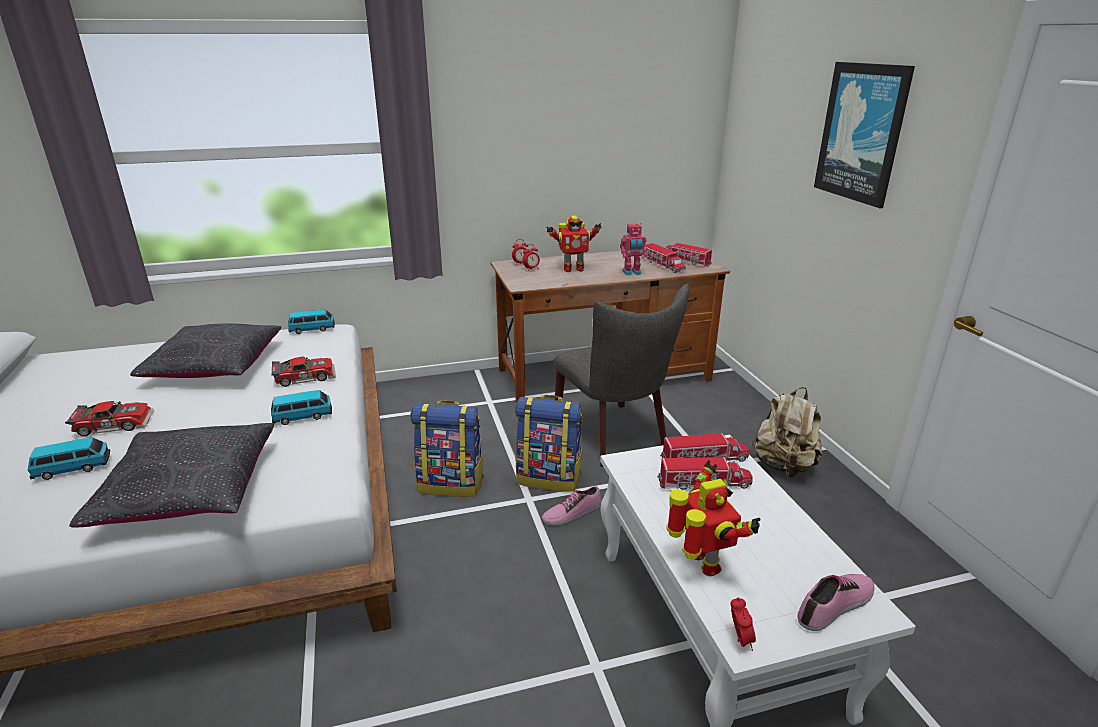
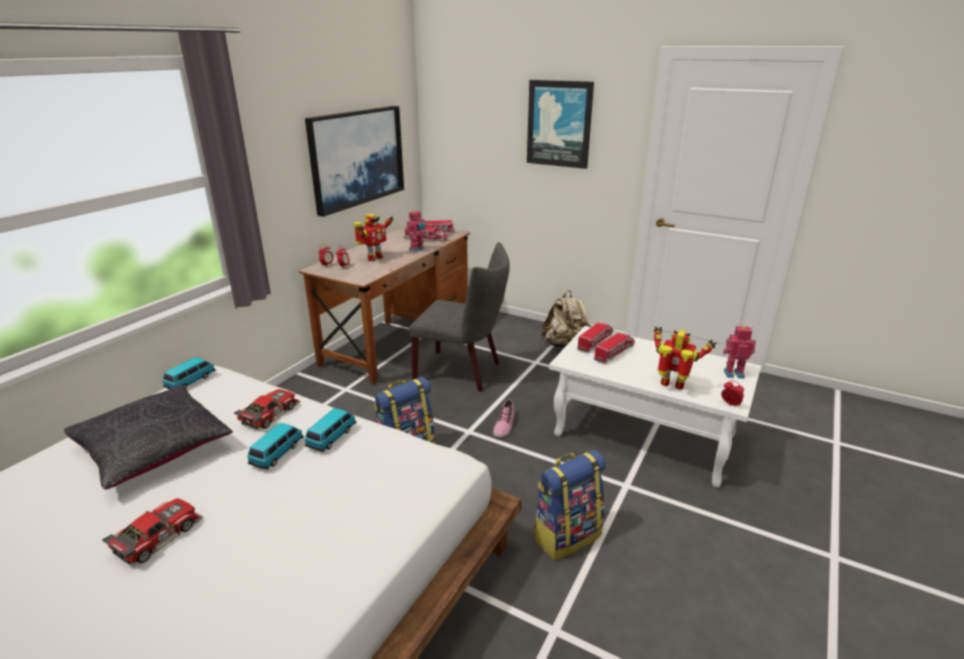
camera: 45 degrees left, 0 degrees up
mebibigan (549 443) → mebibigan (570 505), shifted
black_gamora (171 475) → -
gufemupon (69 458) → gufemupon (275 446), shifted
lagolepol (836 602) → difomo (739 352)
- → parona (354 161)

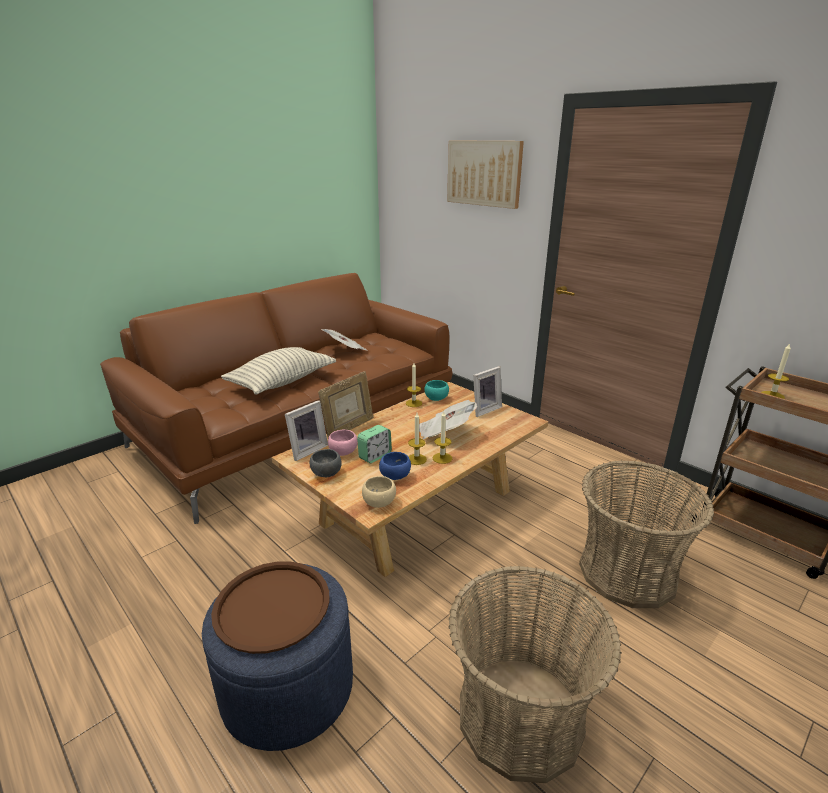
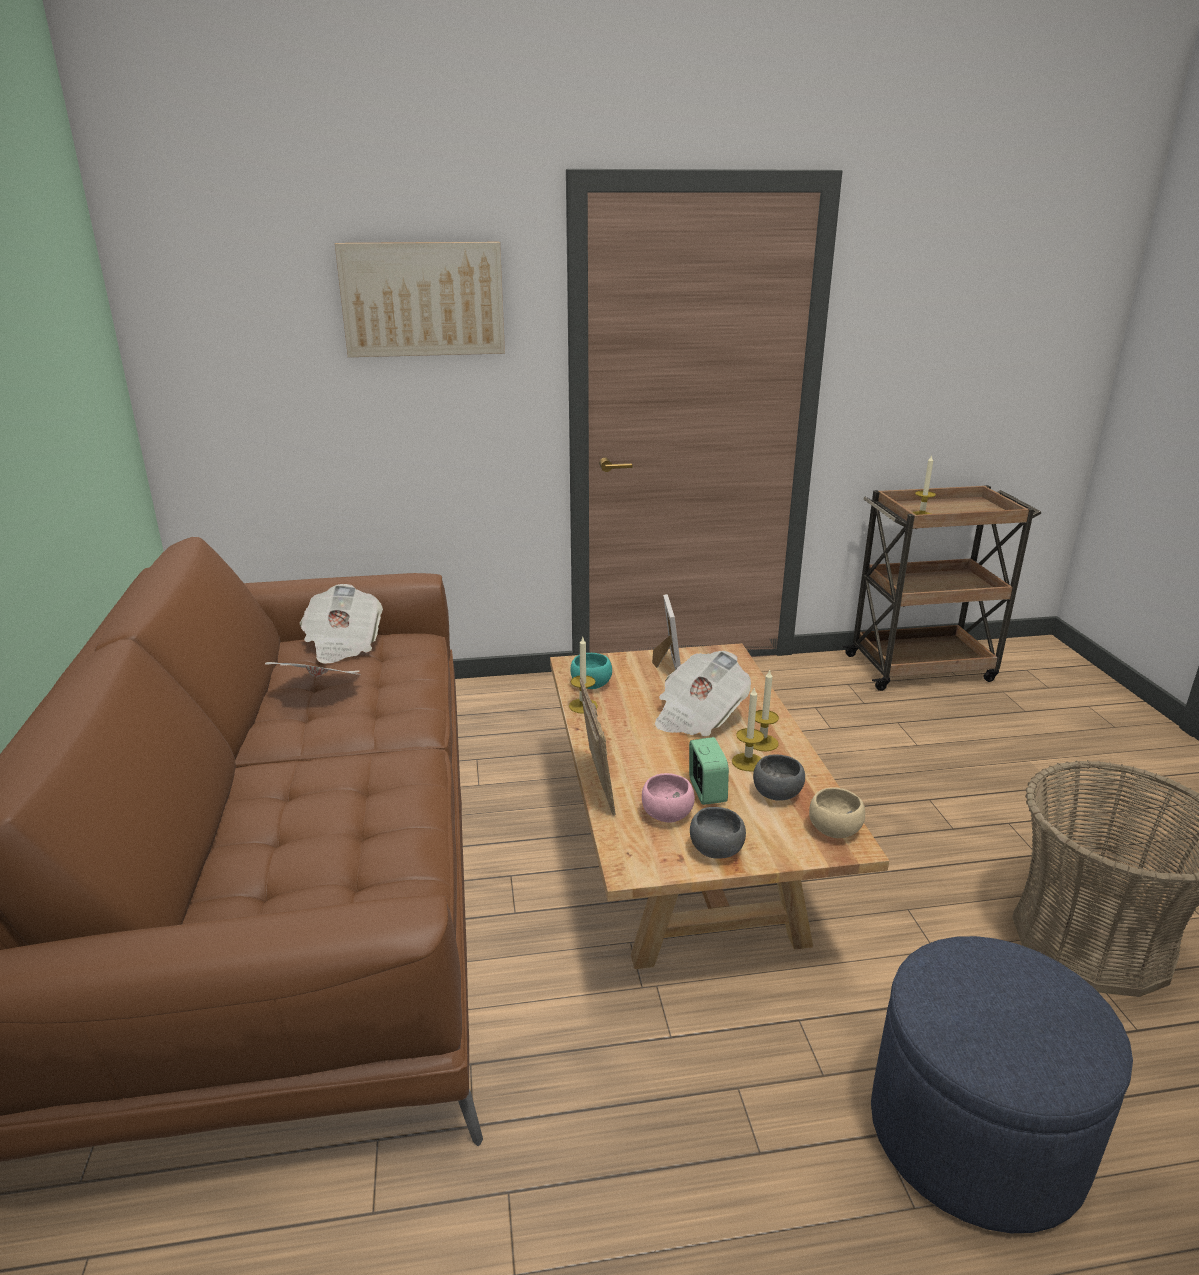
camera: 55 degrees left, 0 degrees up
gamora (278 371) → -
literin (306 430) → -
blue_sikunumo (395 466) → grey_sikunumo (779 777)
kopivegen (646 534) → -
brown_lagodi (270 607) → -
- → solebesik (341 624)

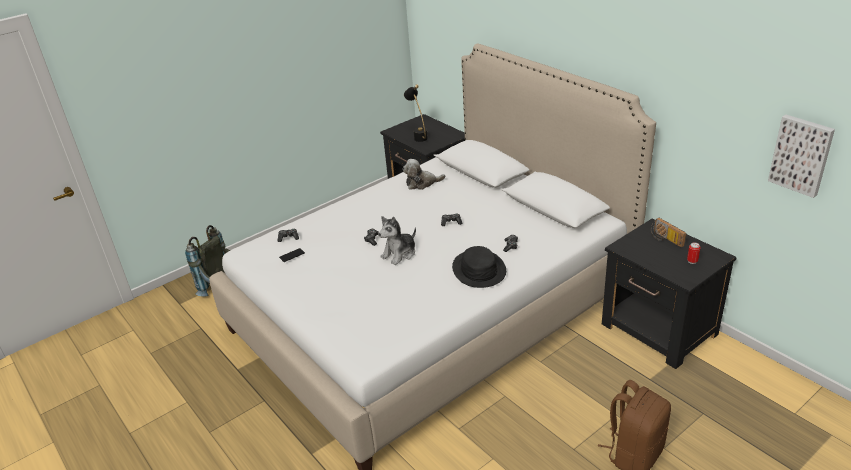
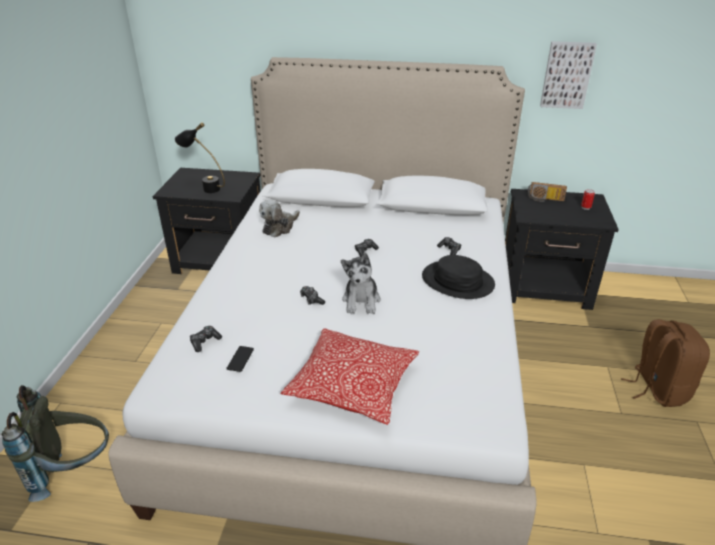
camera: 45 degrees left, 0 degrees up
parona (801 156) → parona (568 75), shifted
- → gamora (350 376)

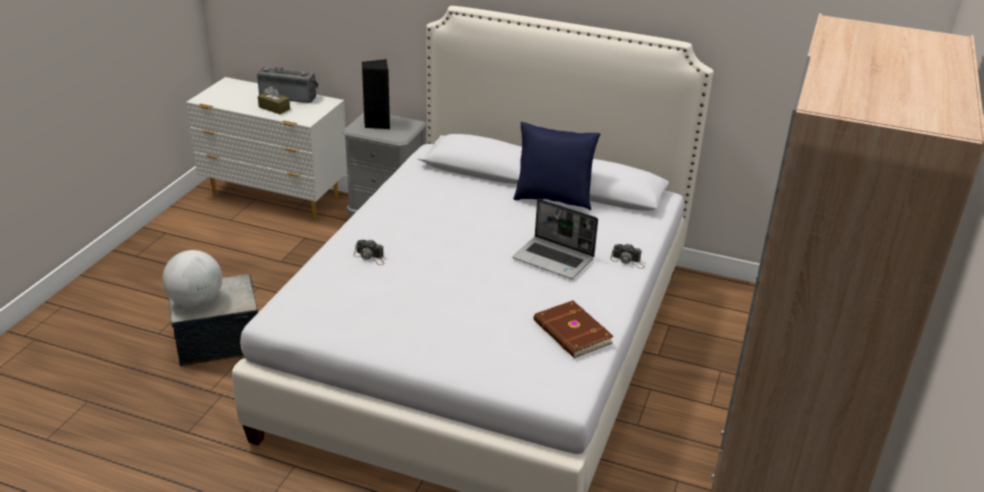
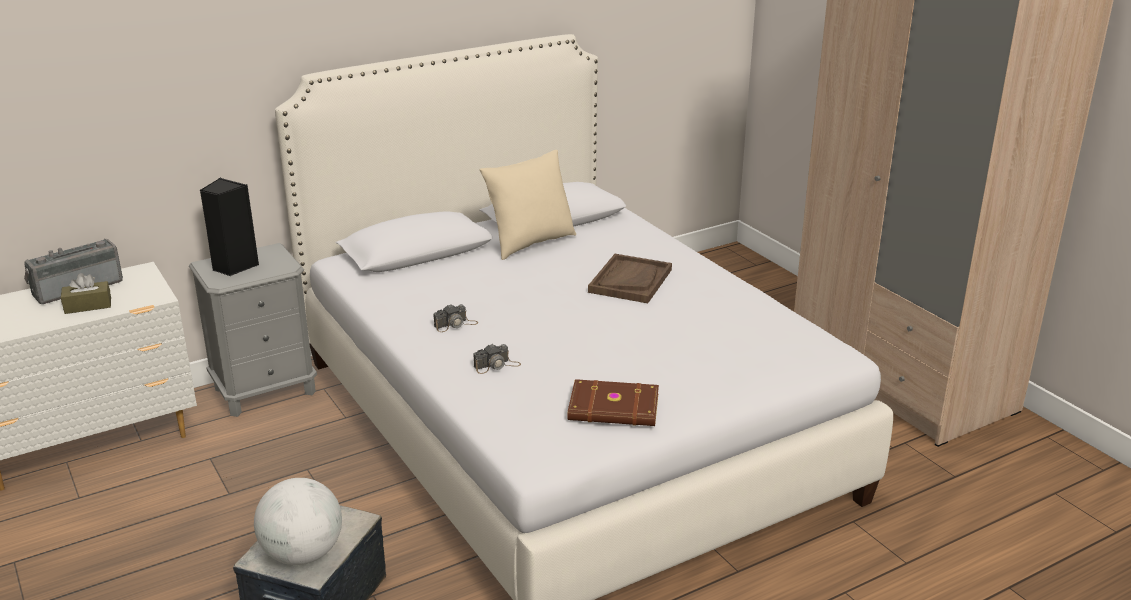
camera: 50 degrees left, 5 degrees down
blue_gamora (556 166) → beige_gamora (527 205)
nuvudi (555 239) → brown_lagodi (630 278)
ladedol (627 256) → ladedol (456 318), shifted
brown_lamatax (574 329) → brown_lamatax (613 402), shifted

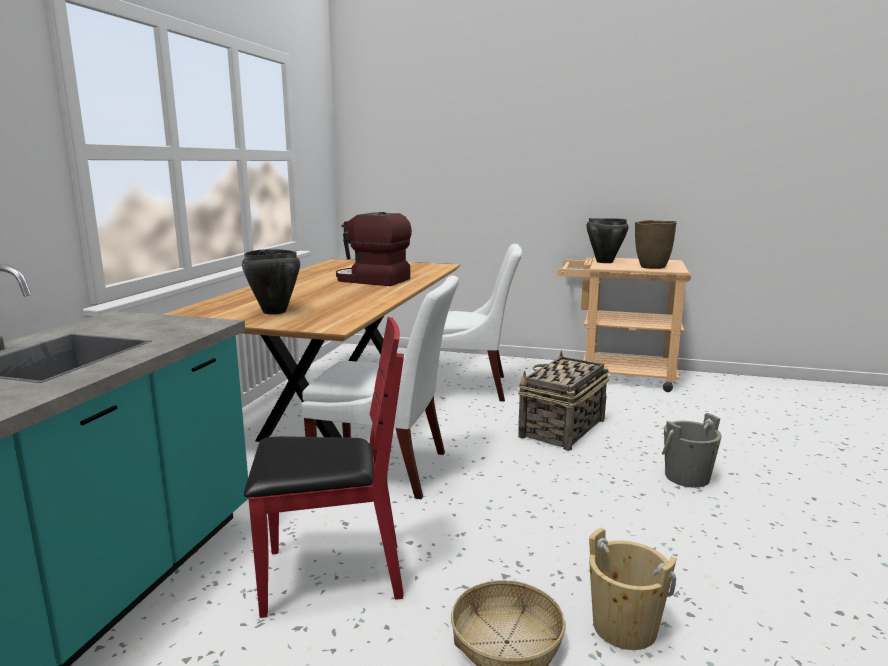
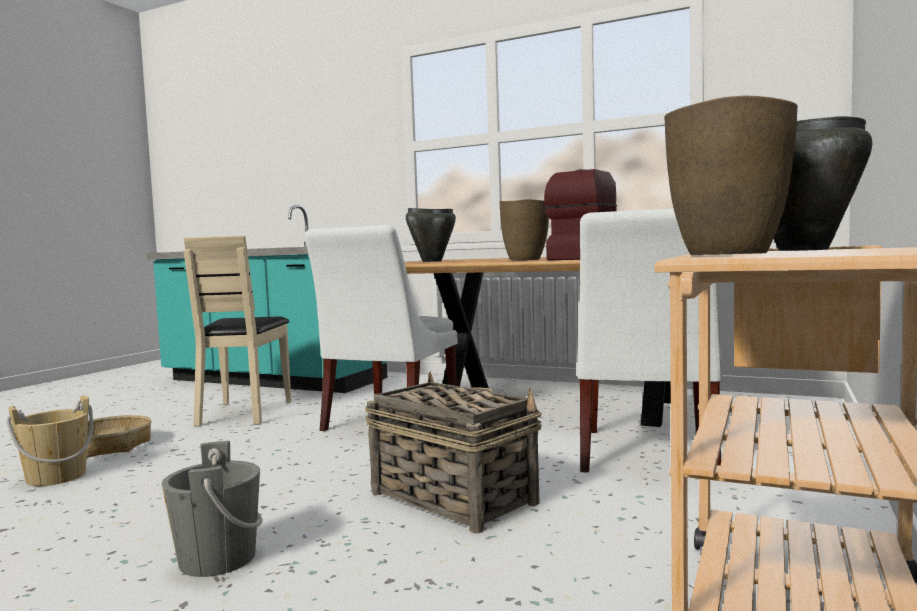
camera: 100 degrees right, 10 degrees down
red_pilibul (324 467) → beige_pilibul (237 330)
- → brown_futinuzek (524 229)

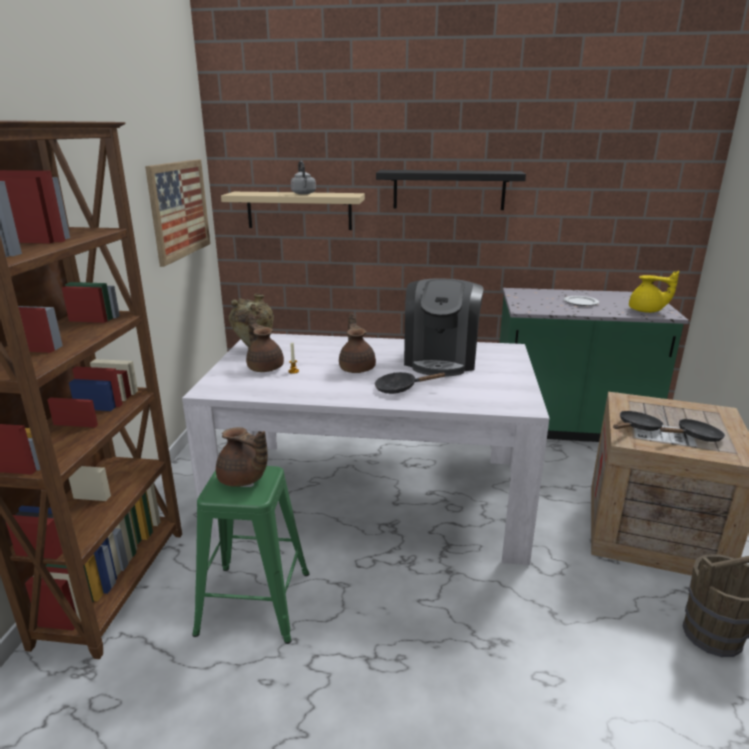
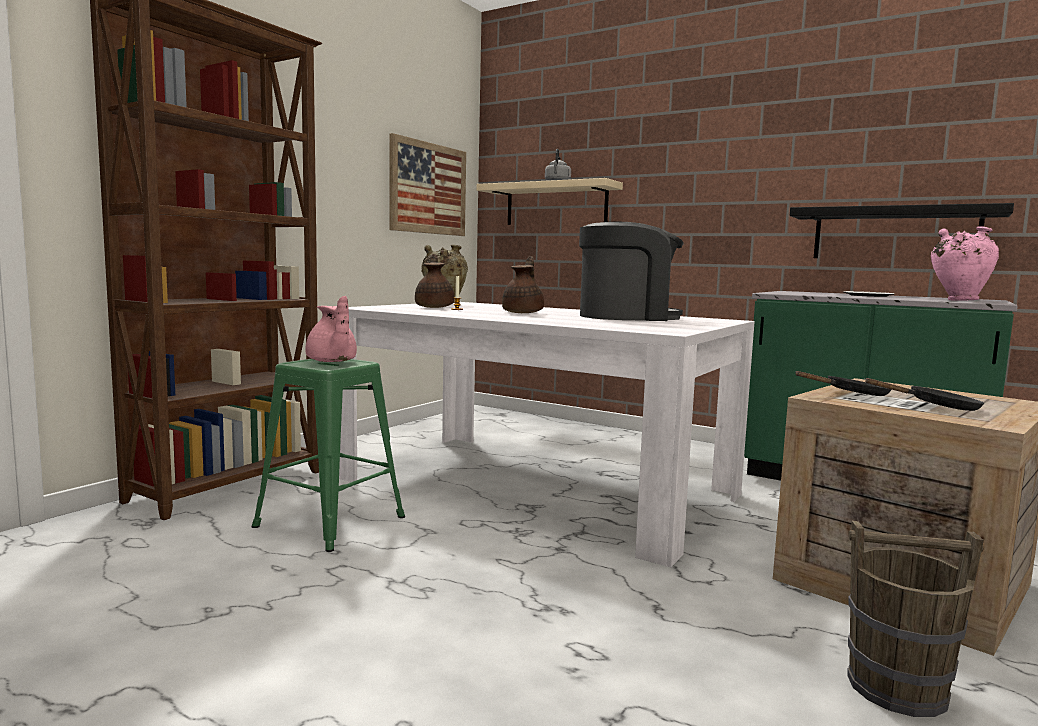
camera: 25 degrees right, 15 degrees down
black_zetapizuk (451 190) → black_zetapizuk (902 230), shifted
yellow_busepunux (654 292) → pink_futinuzek (965 263)
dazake (444 327) → dazake (631 271), 135 degrees counterclockwise
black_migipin (410 383) → -
brown_busepunux (242 457) → pink_busepunux (331 329)

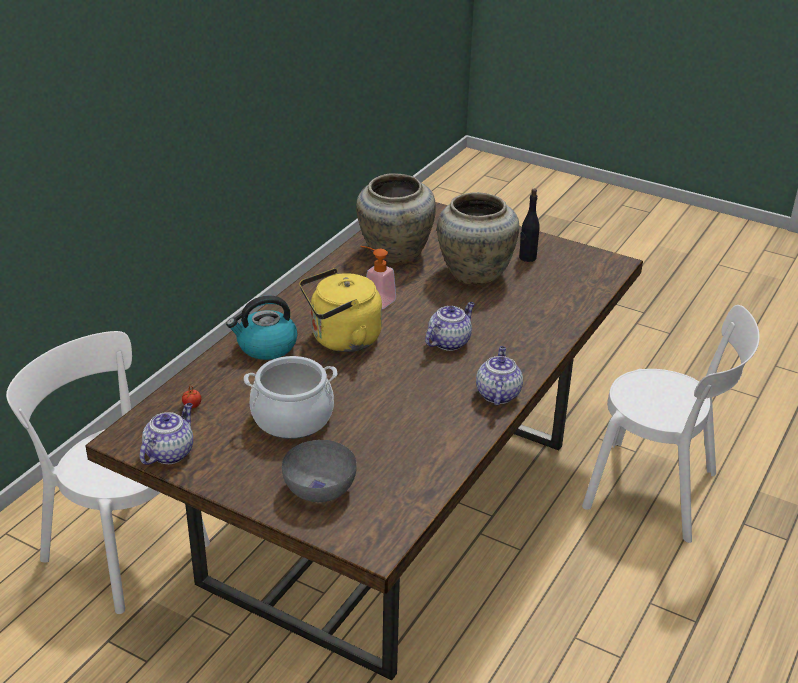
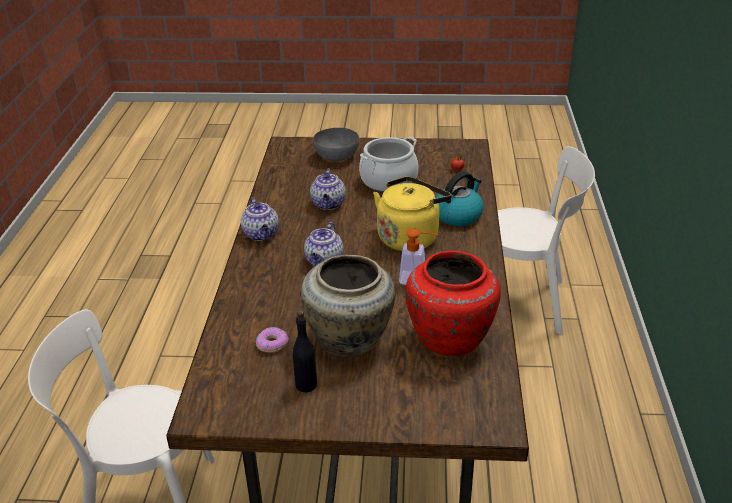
camera: 155 degrees right, 0 degrees up
beige_futinuzek (396 218) → red_futinuzek (453 303)
busepunux (166 434) → busepunux (328 189), shifted
- → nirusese (272 340)

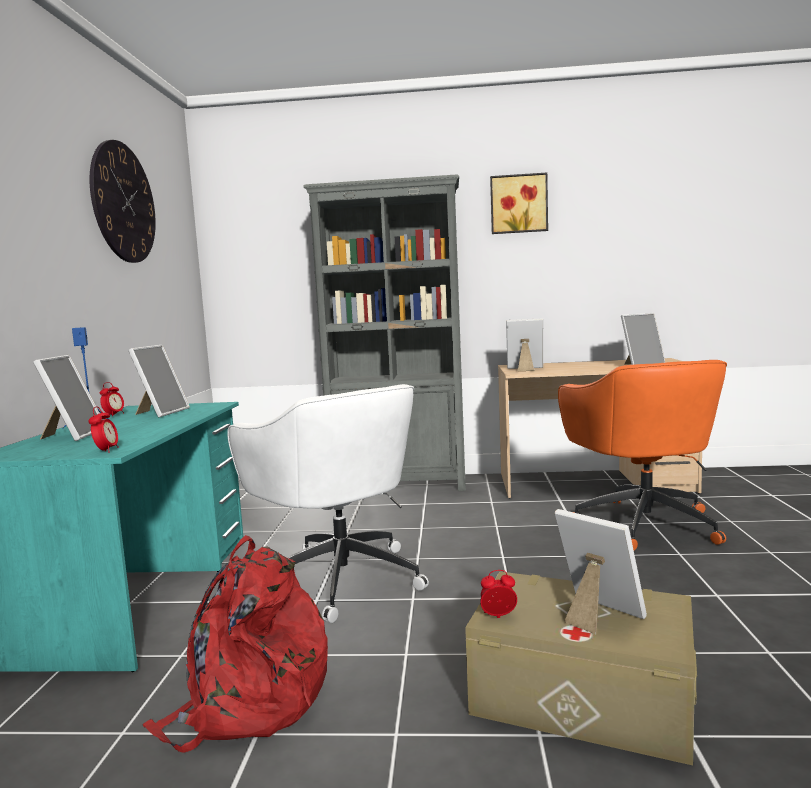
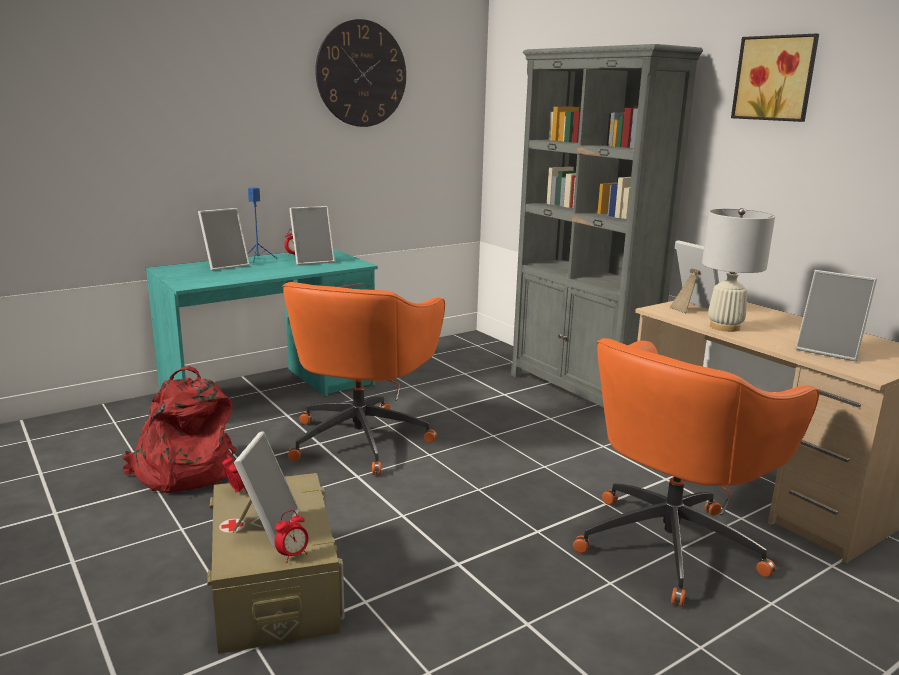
camera: 50 degrees right, 10 degrees up
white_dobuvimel (328 503) → orange_dobuvimel (363 378)
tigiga (104 429) → tigiga (292 536), shifted
- → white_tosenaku (738 270)

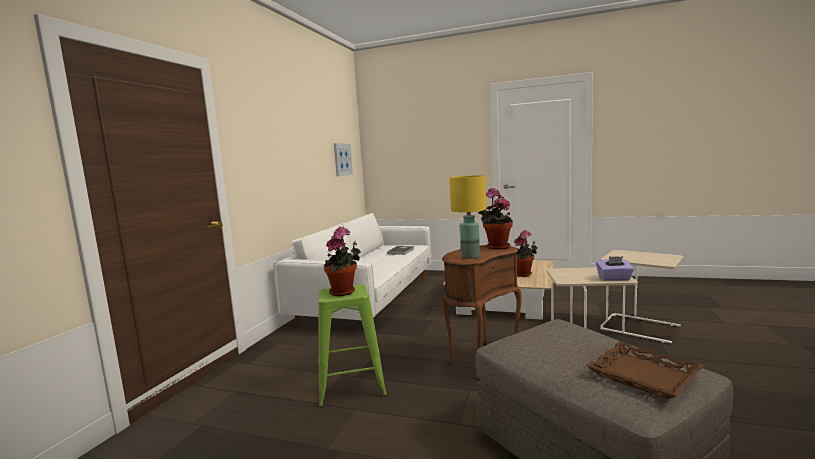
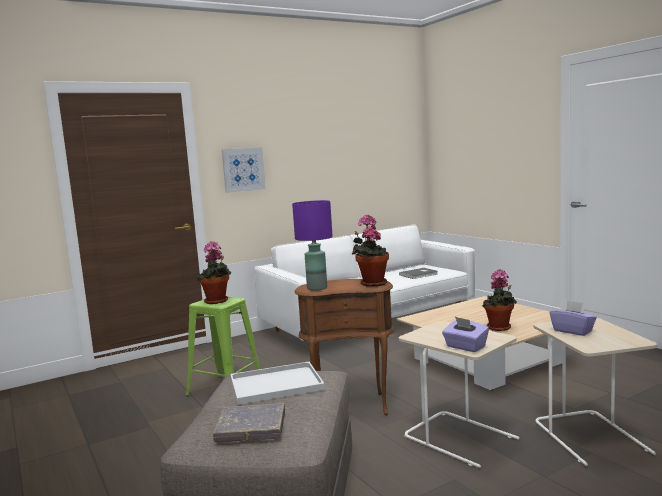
camera: 40 degrees right, 0 degrees up
parona (343 159) → parona (244 170), shifted
yellow_tosenaku (468 217) → purple_tosenaku (312 245)
brown_lagodi (644 370) → grey_lamatax (249 423)
- → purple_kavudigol (573 318)
- → white_lagodi (277 383)

